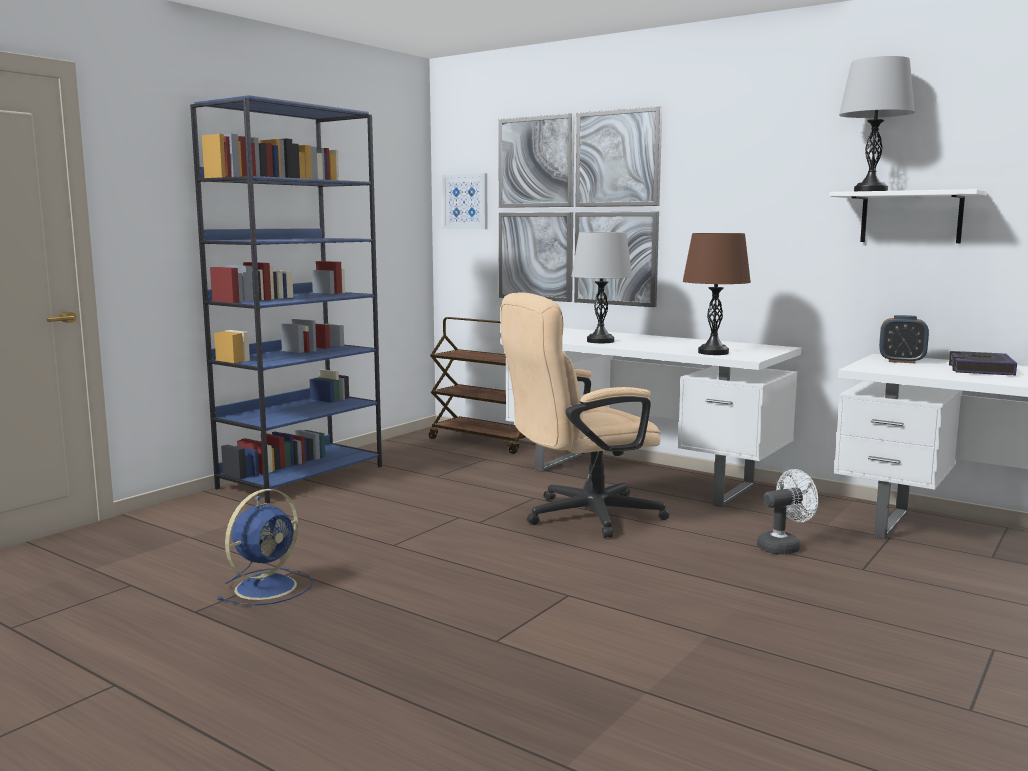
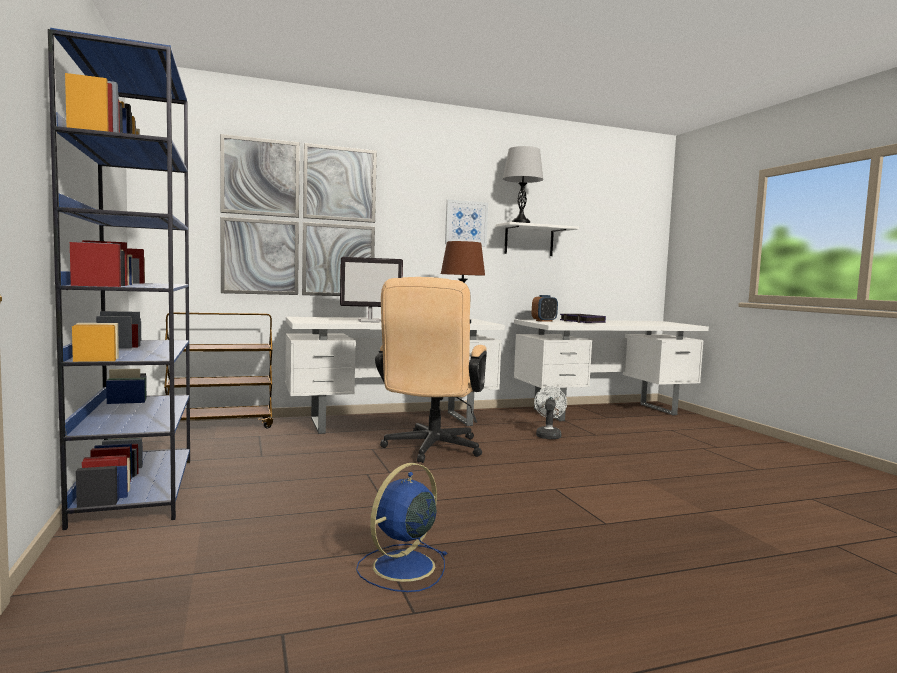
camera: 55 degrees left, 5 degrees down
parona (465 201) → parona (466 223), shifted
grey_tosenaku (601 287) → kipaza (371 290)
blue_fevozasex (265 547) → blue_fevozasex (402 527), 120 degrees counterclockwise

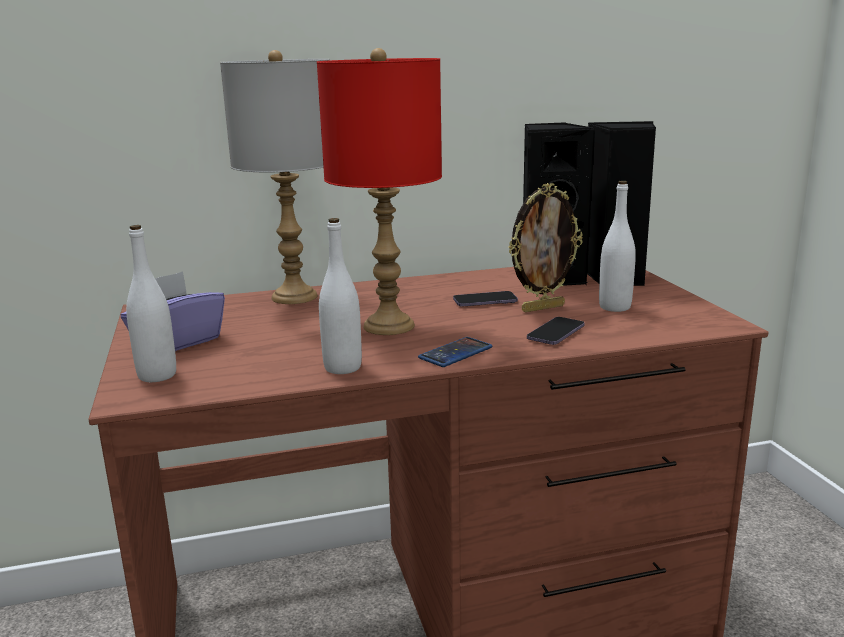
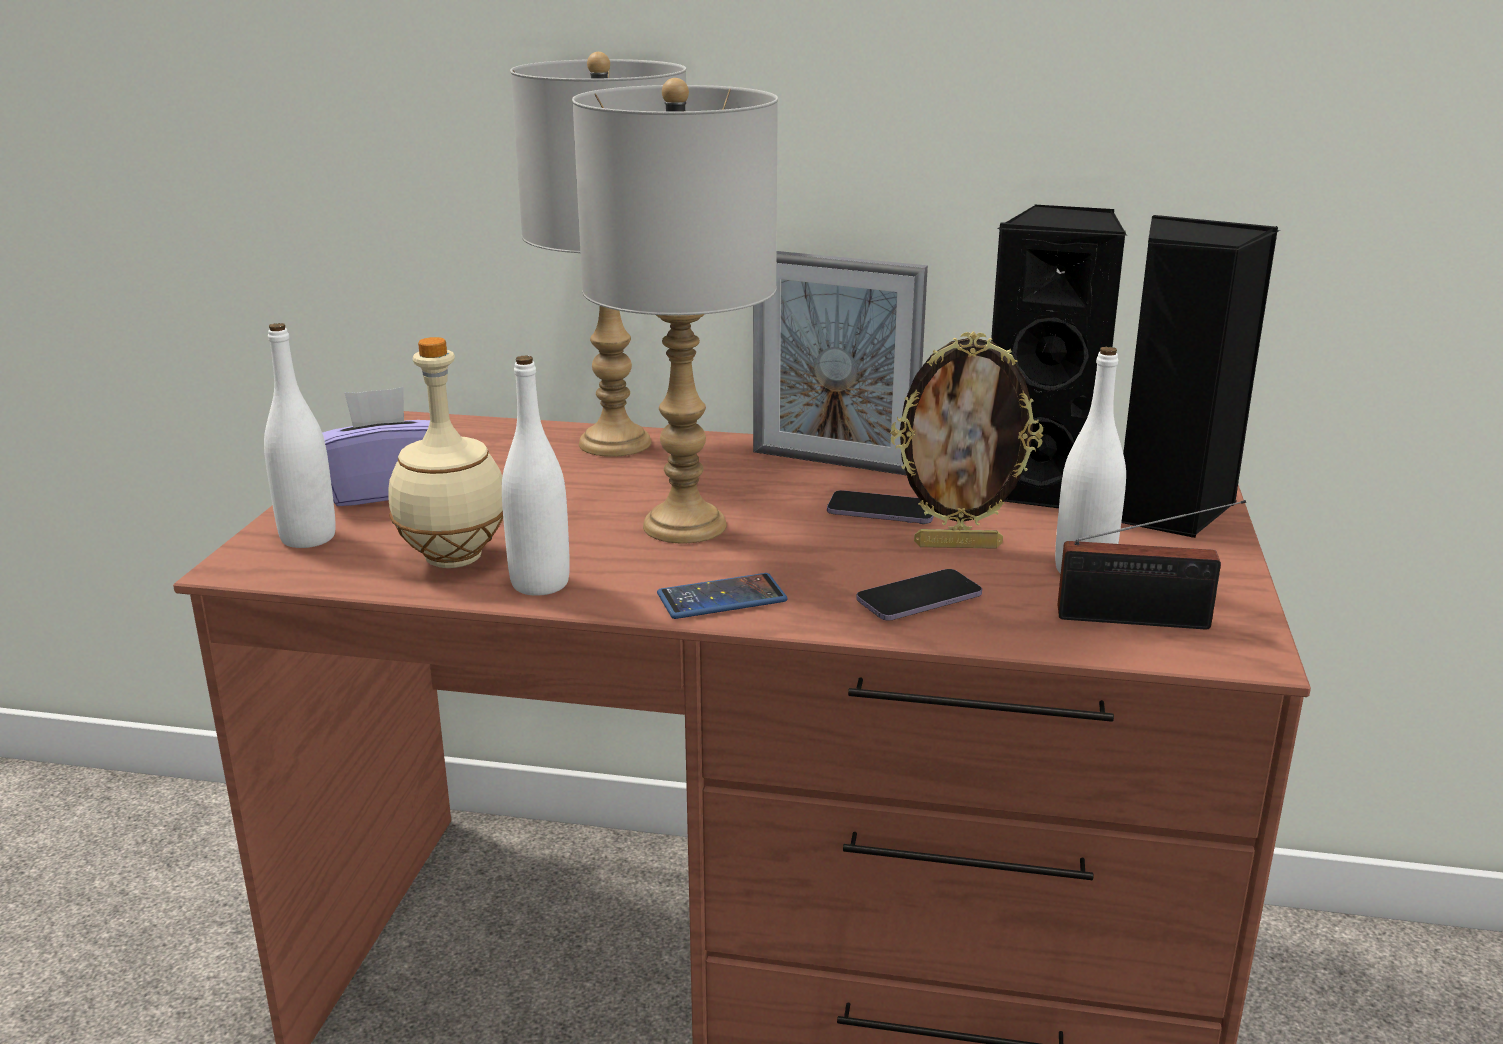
camera: 25 degrees right, 5 degrees up
red_tosenaku (379 191) → grey_tosenaku (675 310)
- → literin (840 363)
- → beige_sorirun (445 452)
- → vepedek (1151 564)

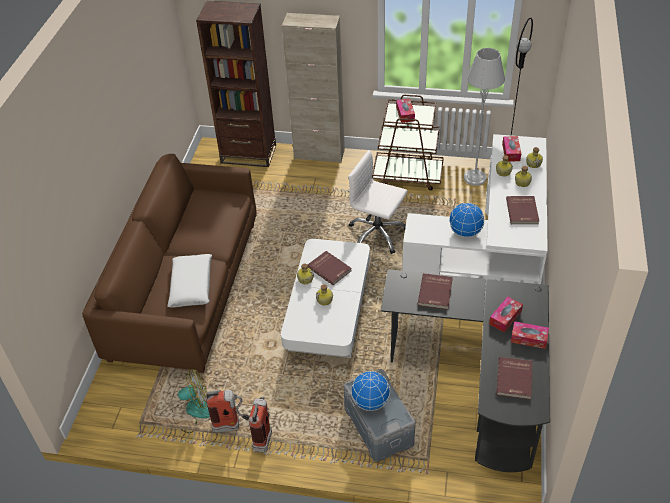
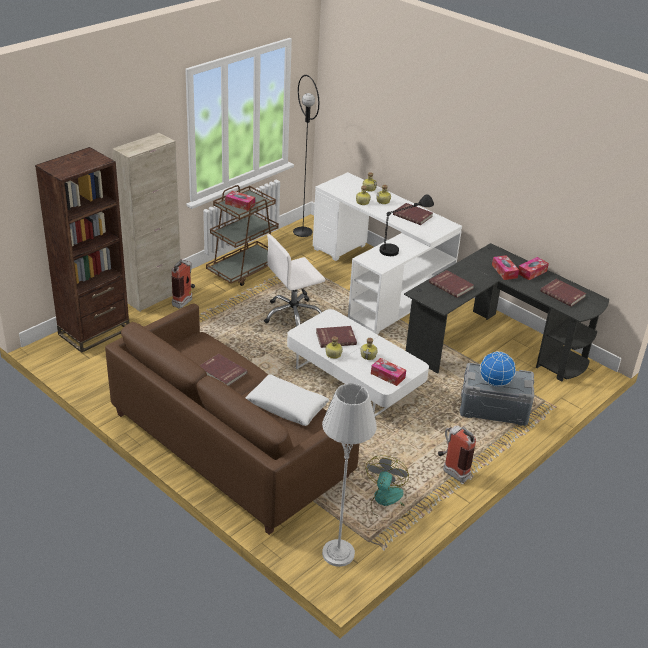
camera: 60 degrees left, 10 degrees down
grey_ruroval (484 117) → grey_ruroval (349 475), shifted
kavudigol (511 148) → kavudigol (388 372), shifted
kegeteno (467 220) → black_tosenaku (407 225)
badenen (227 411) → badenen (183 283), shifted
- → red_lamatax (224 370)

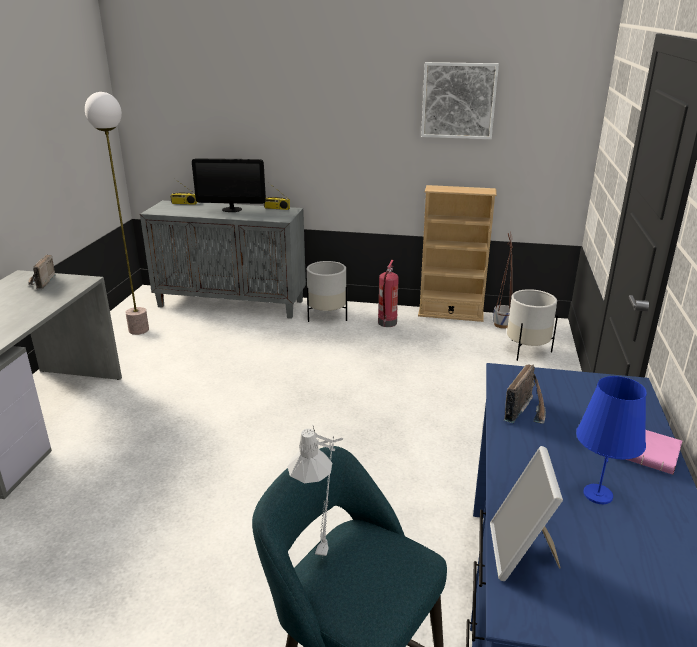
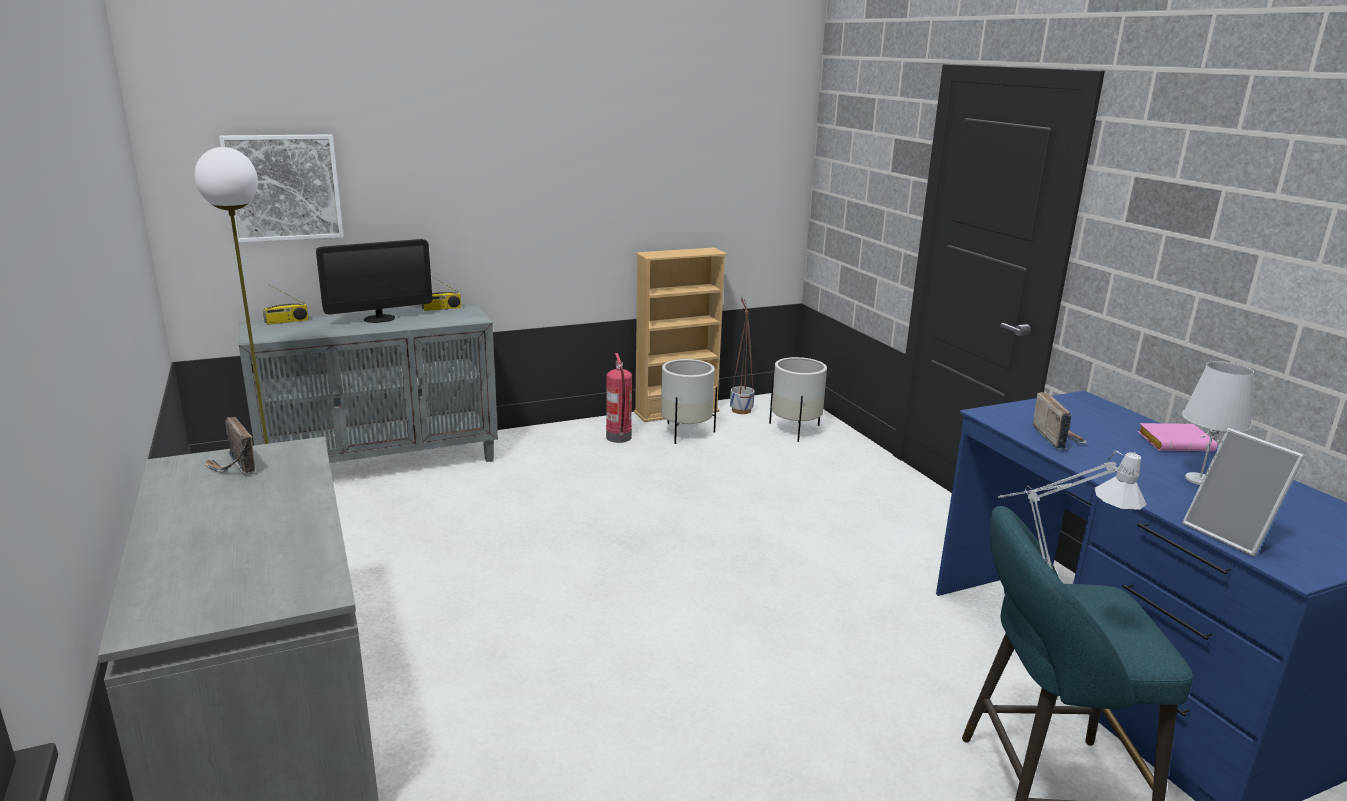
camera: 35 degrees left, 5 degrees down
parona (460 100) → parona (281 188), shifted
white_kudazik (327 291) → white_kudazik (689 401), shifted
blue_tosenaku (611 440) → white_tosenaku (1218 423)

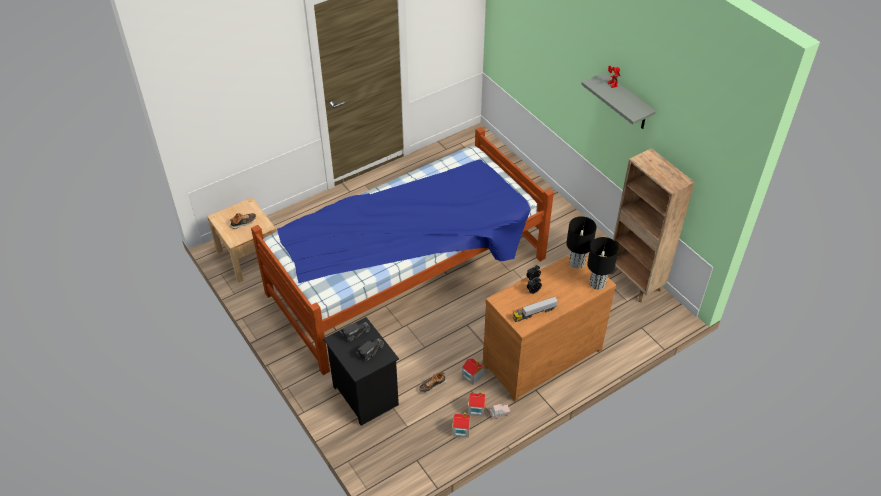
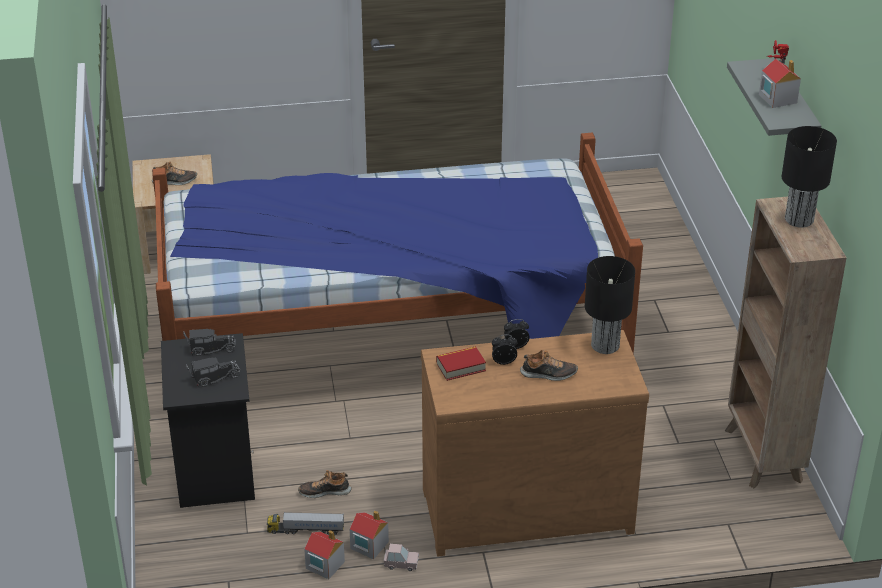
camera: 25 degrees right, 10 degrees down
black_tosenaku (603 263) → black_tosenaku (809 177), shifted
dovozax (535 309) → dovozax (305 523), shifted
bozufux (473 371) → bozufux (780 83), shifted
- → lamatax (461 363)
- → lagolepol (549 365)

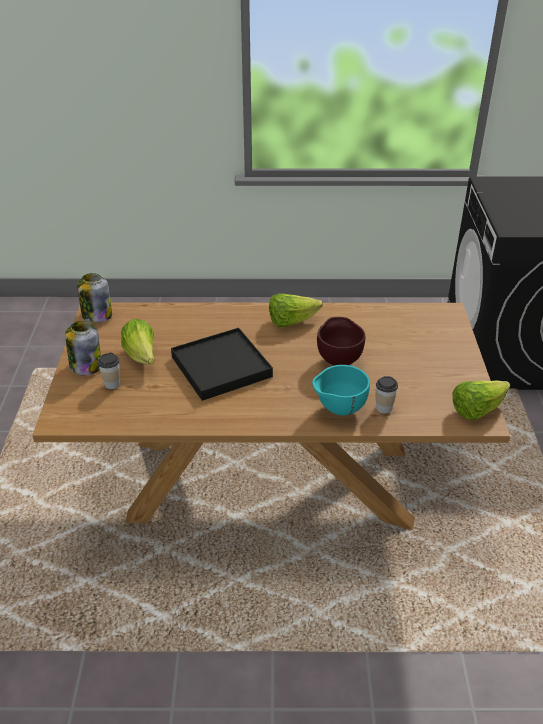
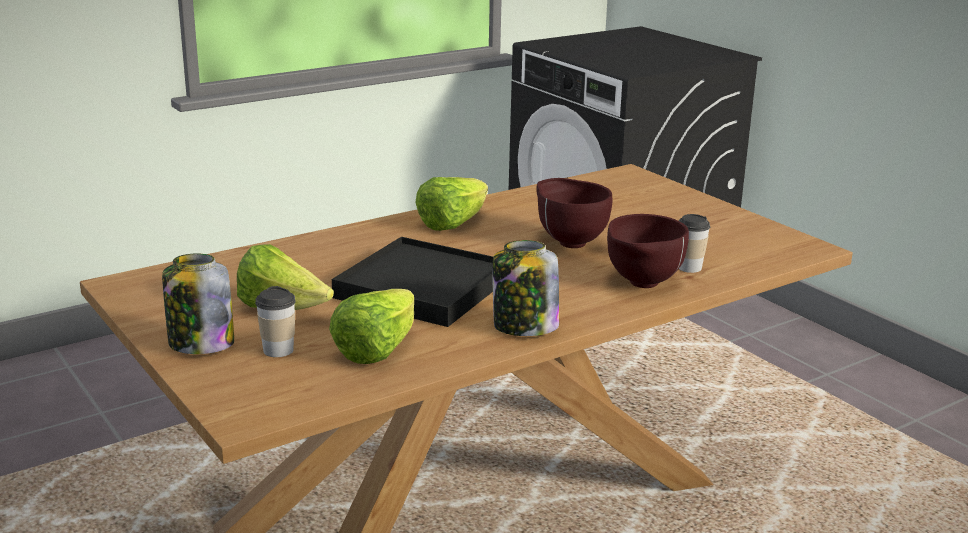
camera: 35 degrees left, 15 degrees down
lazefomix (94 298) → lazefomix (525 288), shifted
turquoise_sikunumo (341 390) → brown_sikunumo (648 251)
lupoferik (481 400) → lupoferik (371 326), shifted

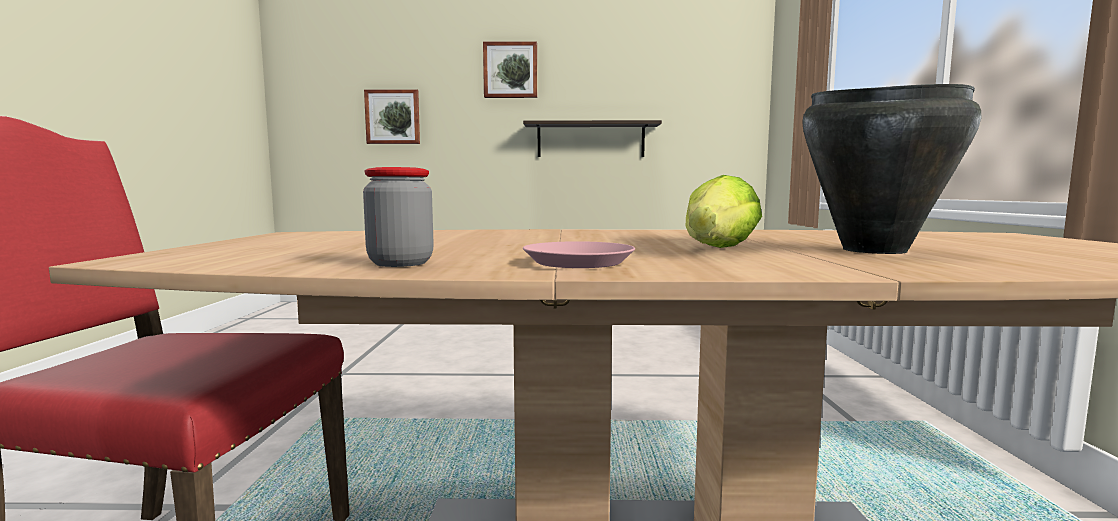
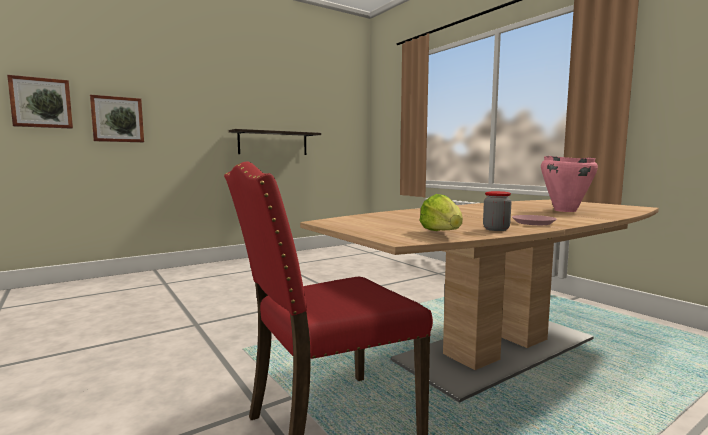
camera: 35 degrees left, 0 degrees up
parona (510 69) → parona (40 102), shifted
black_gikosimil (891 169) → pink_gikosimil (569 184)
lupoferik (723 211) → lupoferik (441 212), shifted

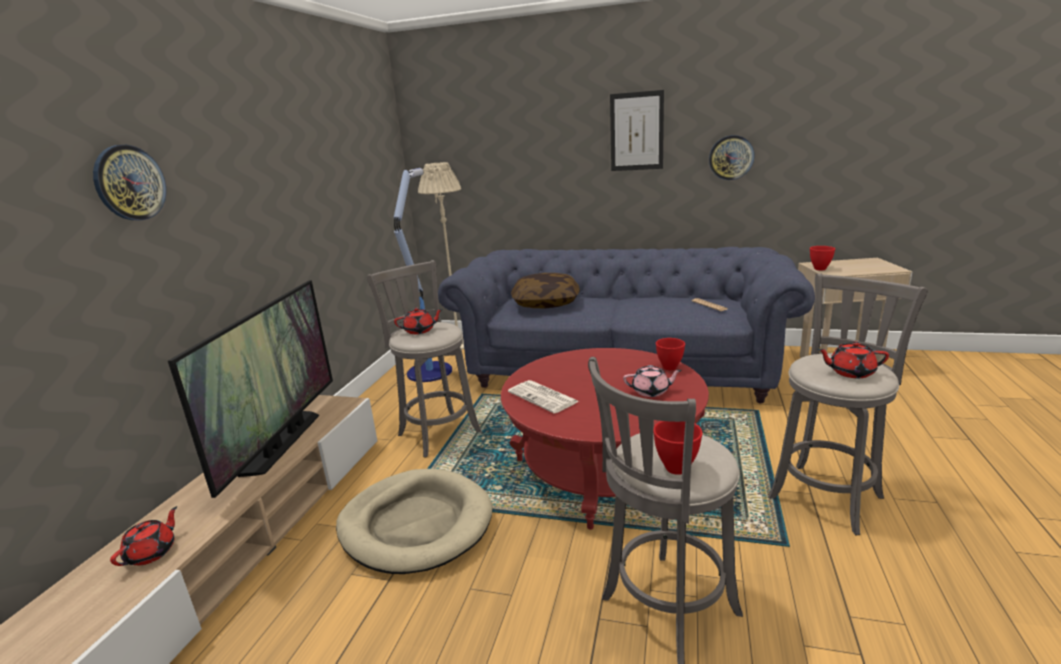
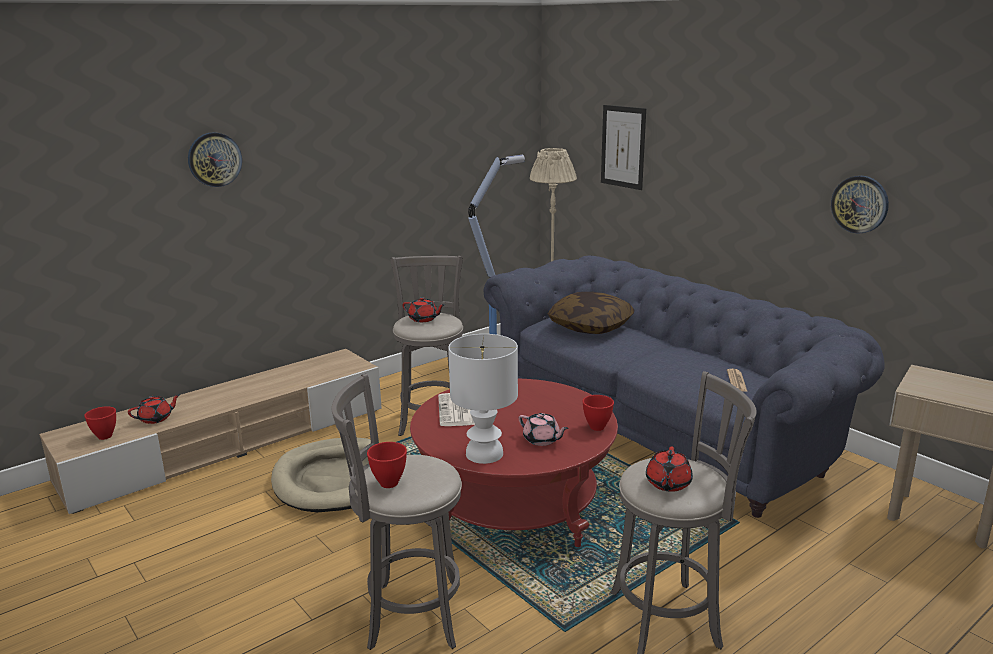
camera: 35 degrees right, 0 degrees up
parona (637 130) → parona (623 147), shifted
red_sikunumo (822 258) → red_sikunumo (100 423), shifted
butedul (250 389) → -
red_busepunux (853 360) → red_busepunux (669 469), 120 degrees counterclockwise
- → white_tosenaku (483 399)

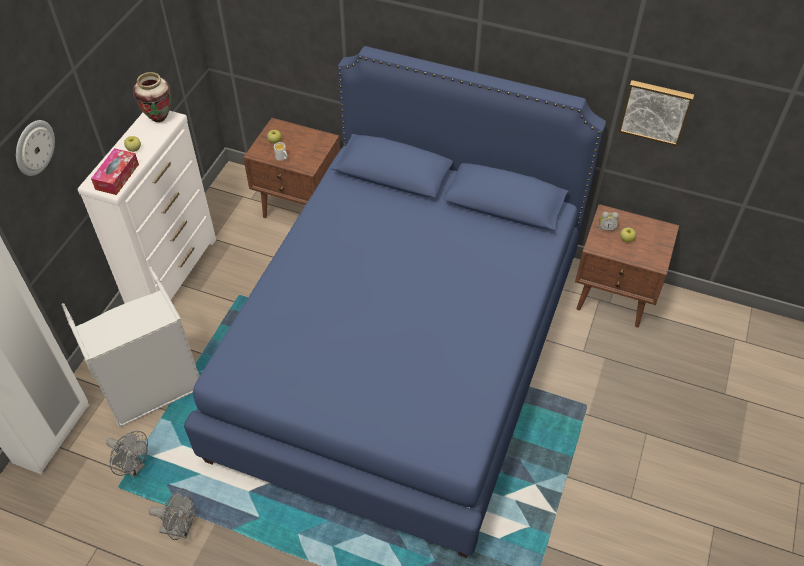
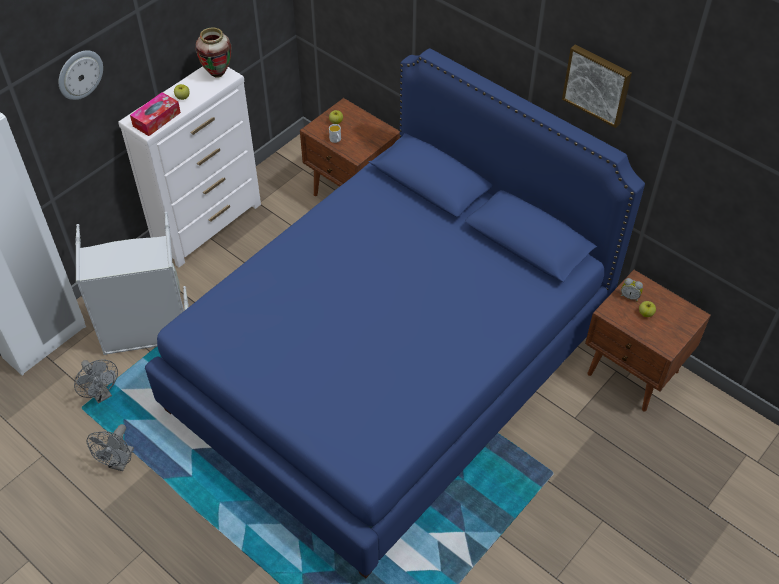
camera: 20 degrees right, 0 degrees up
parona (656 113) → parona (597 86), shifted
grey_fevozasex (172 514) → grey_fevozasex (110 447), 75 degrees clockwise

